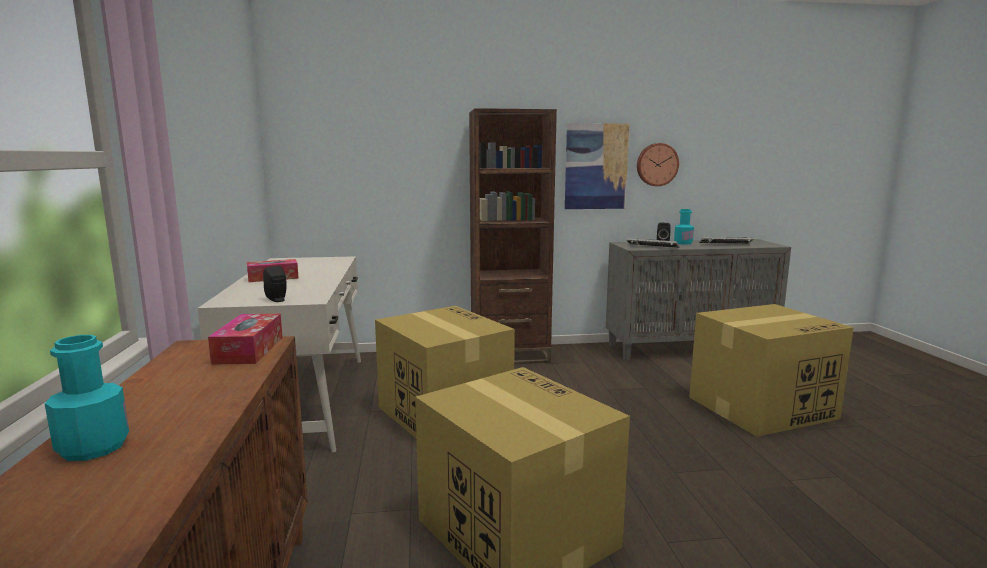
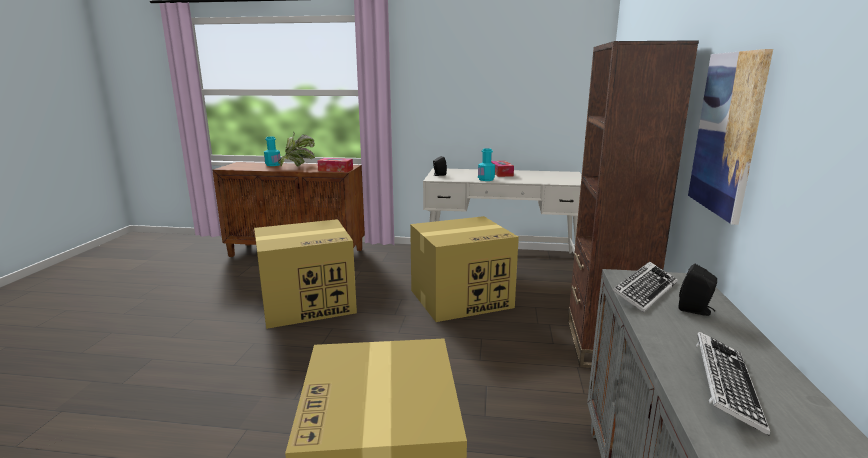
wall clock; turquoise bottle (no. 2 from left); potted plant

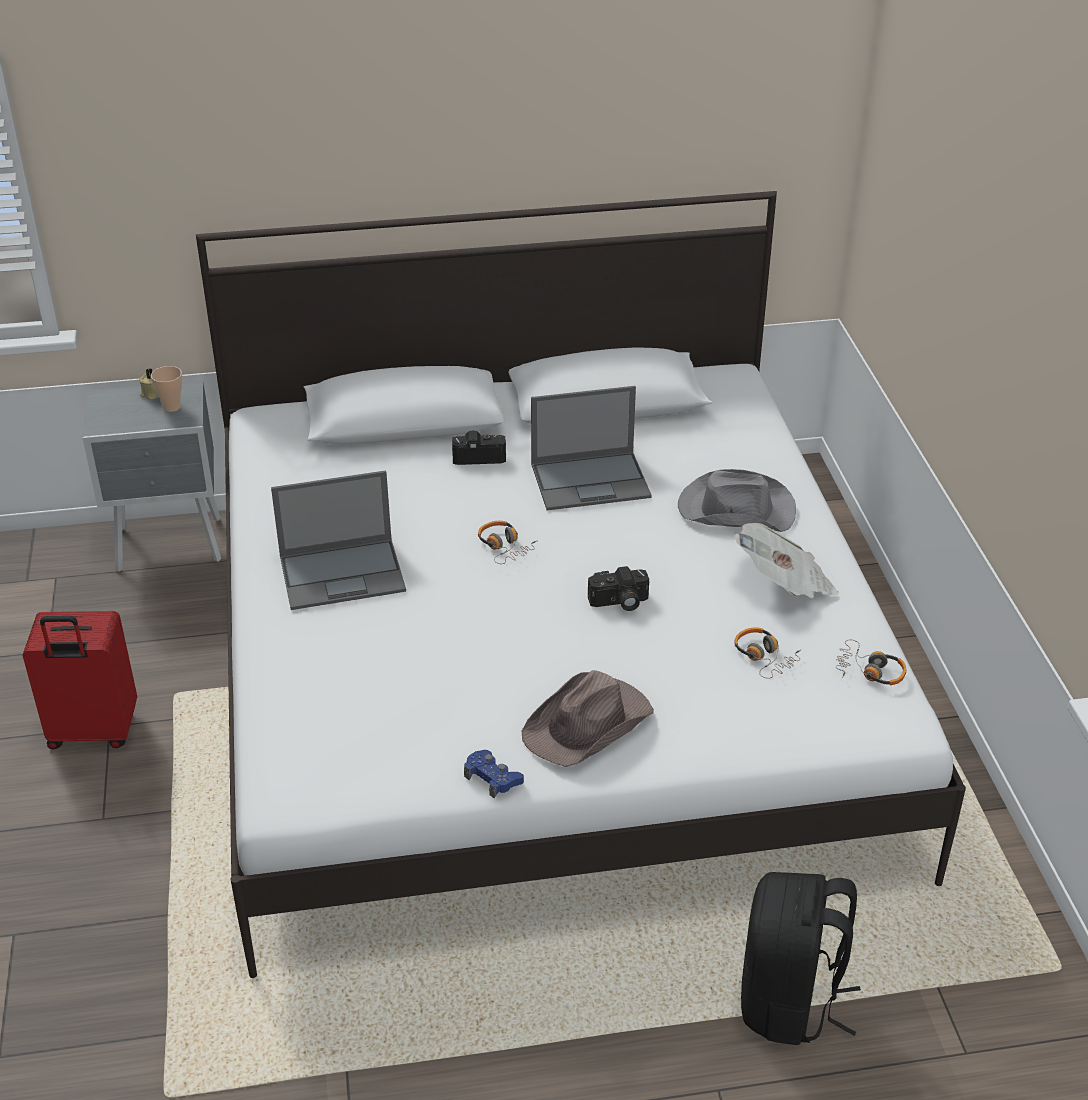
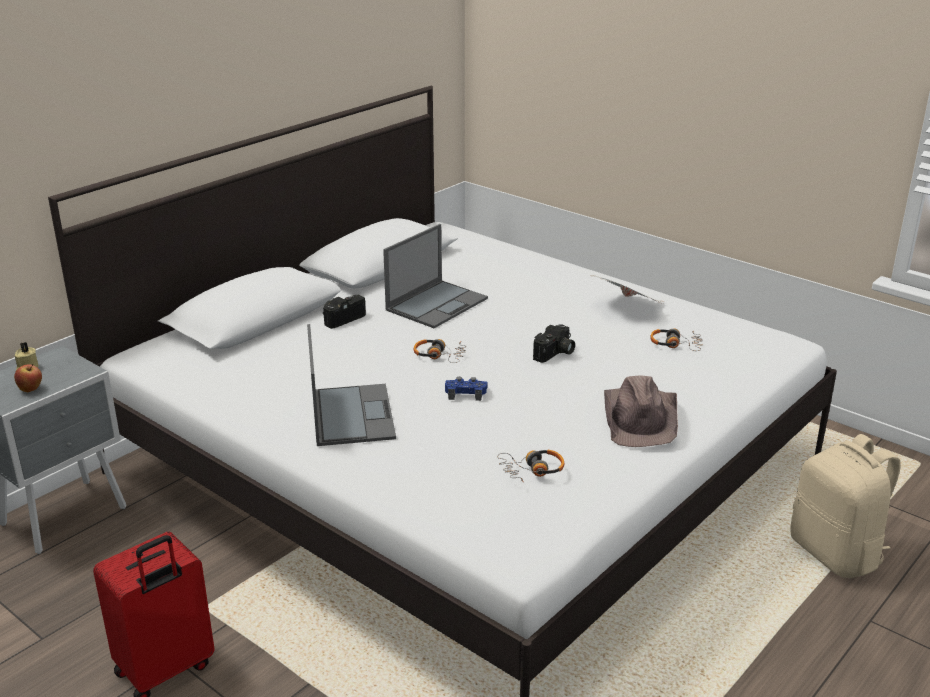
cup; laptop (no. 1 from left); blue game controller; grey hat; beige backpack; headphones (no. 2 from left); apple

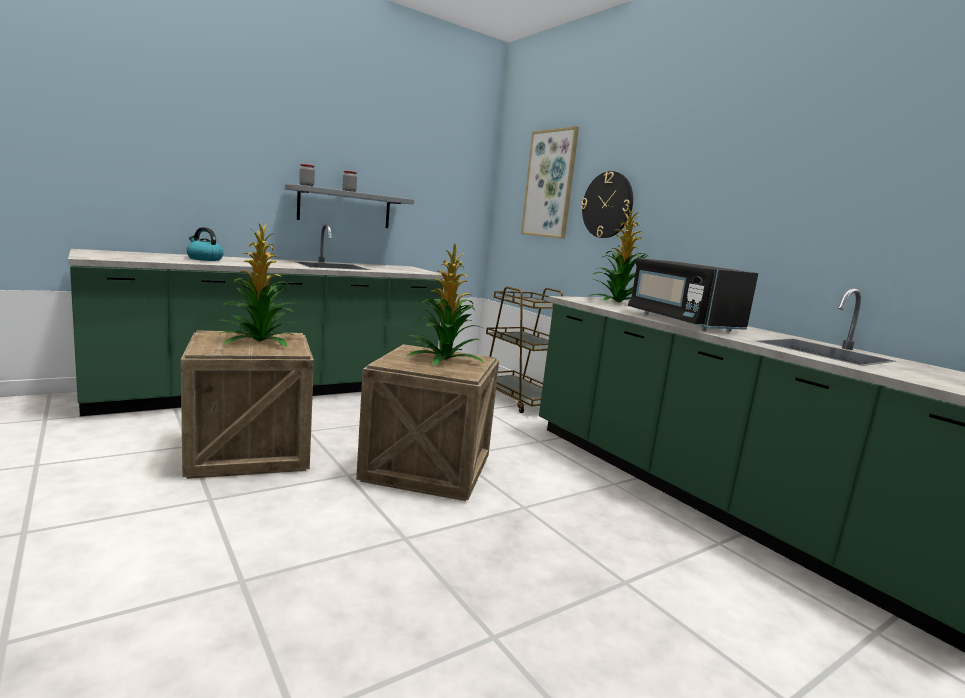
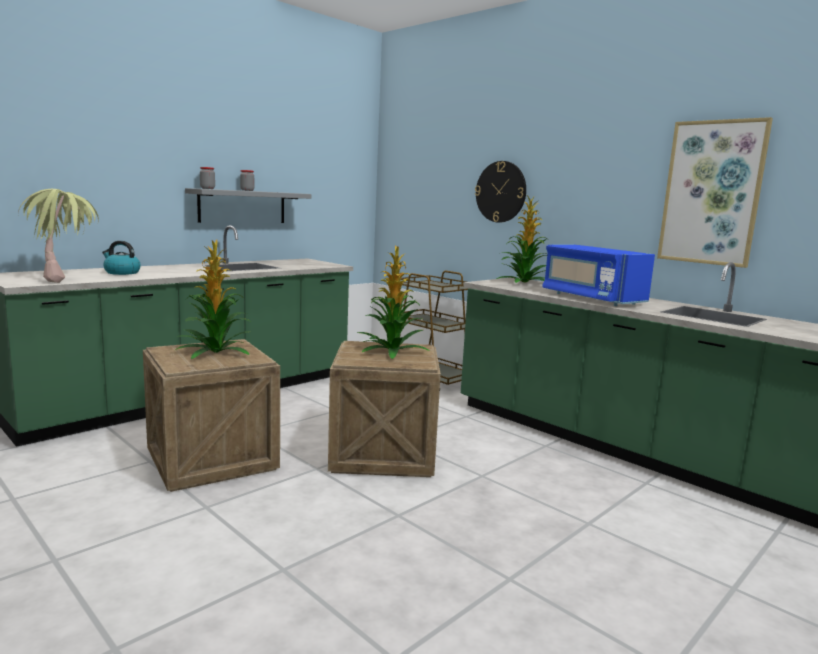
picture; blue microwave; potted plant (no. 1 from left)

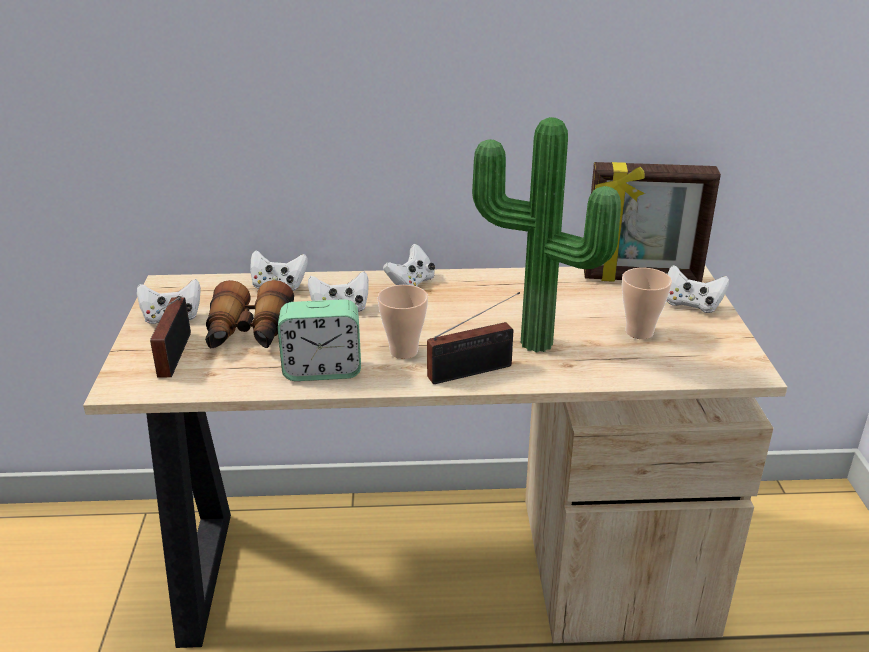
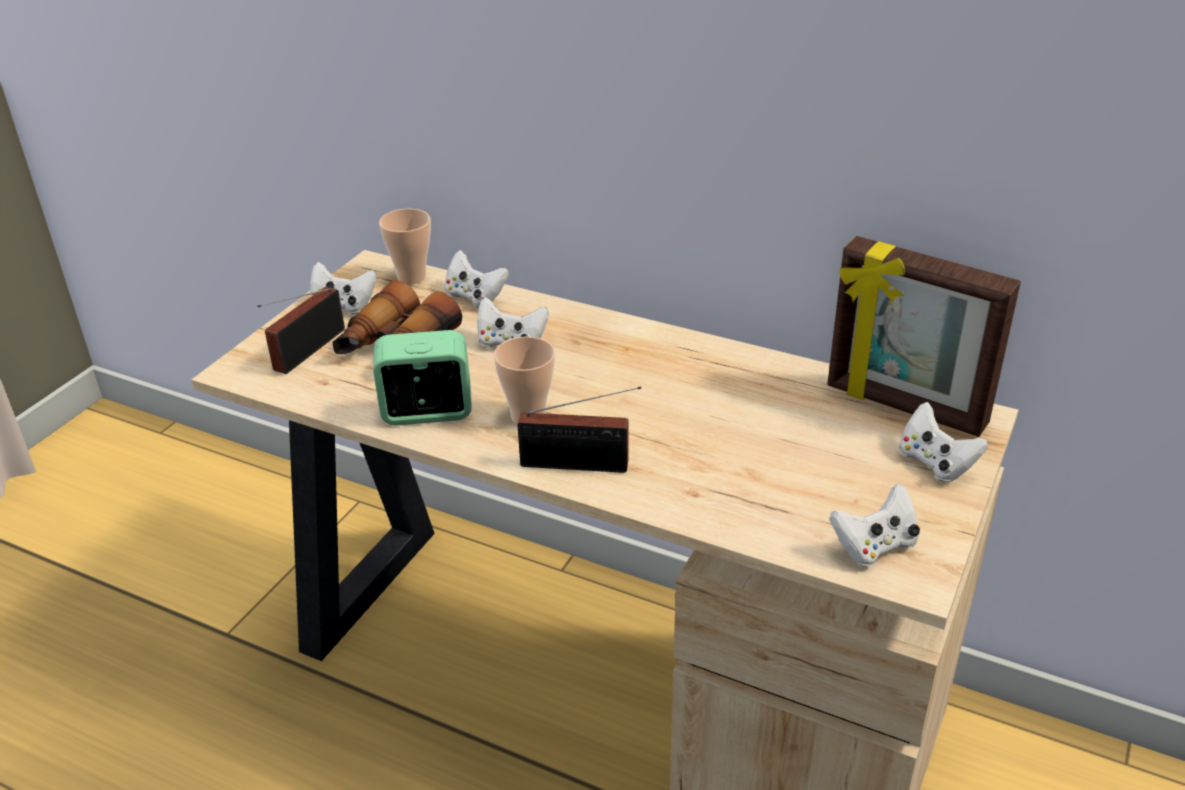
alarm clock; white game controller (no. 4 from left); potted plant; cup (no. 1 from left)

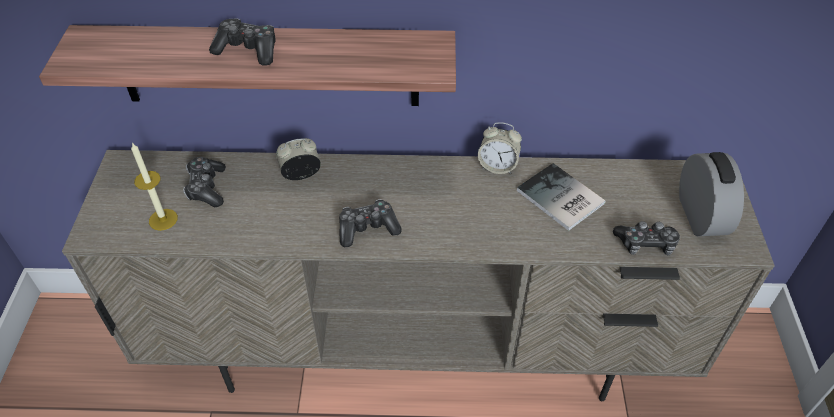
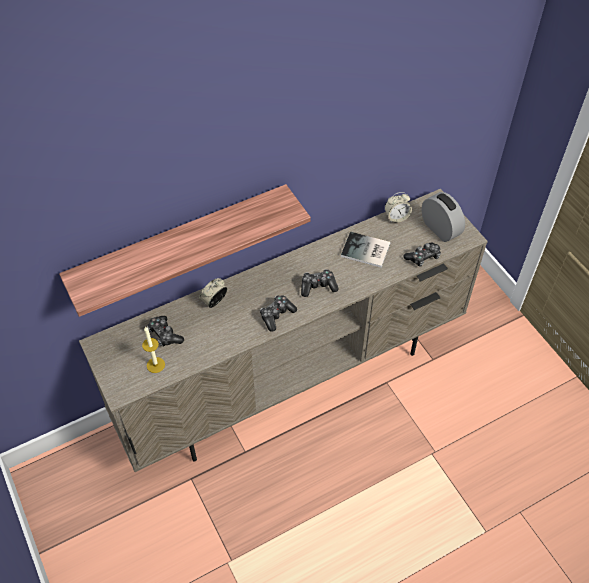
game controller (no. 3 from left); alarm clock (no. 2 from left)

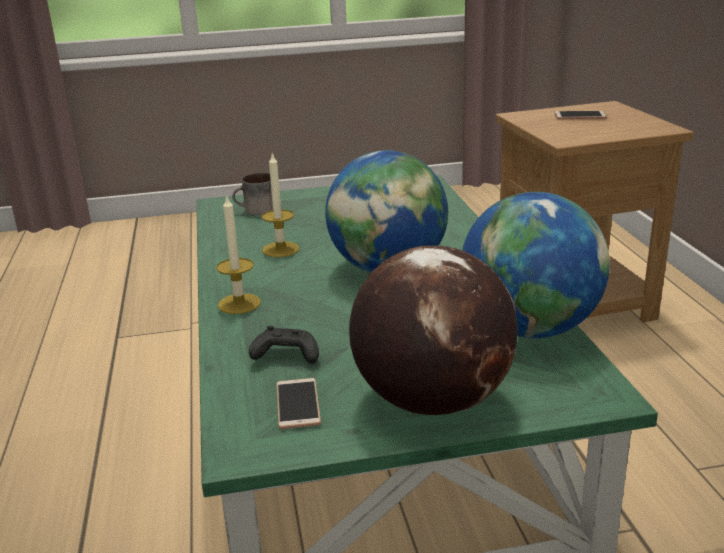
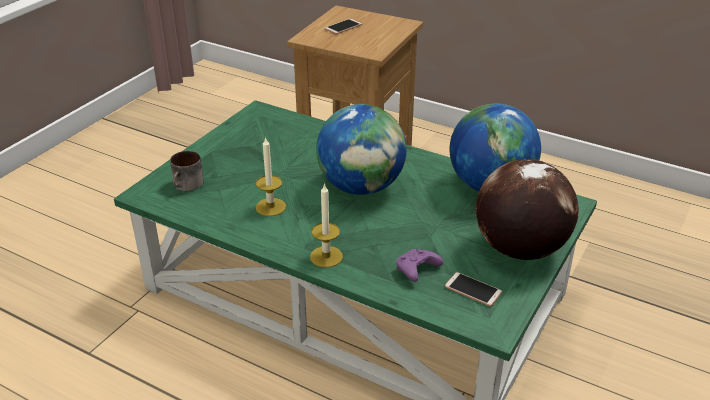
purple game controller

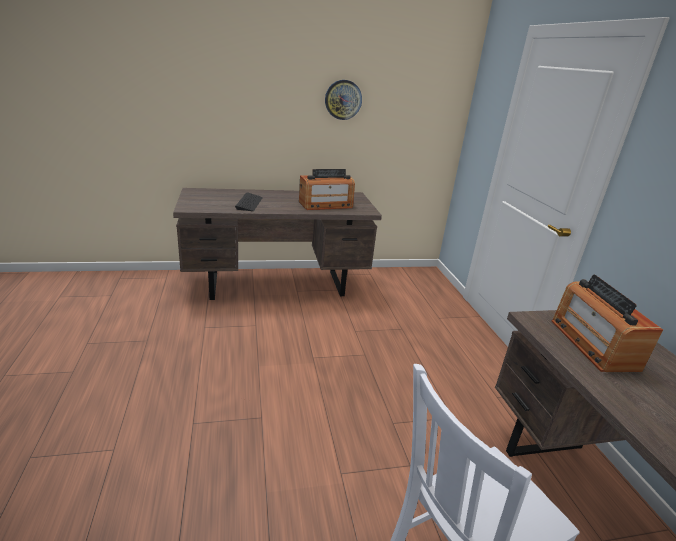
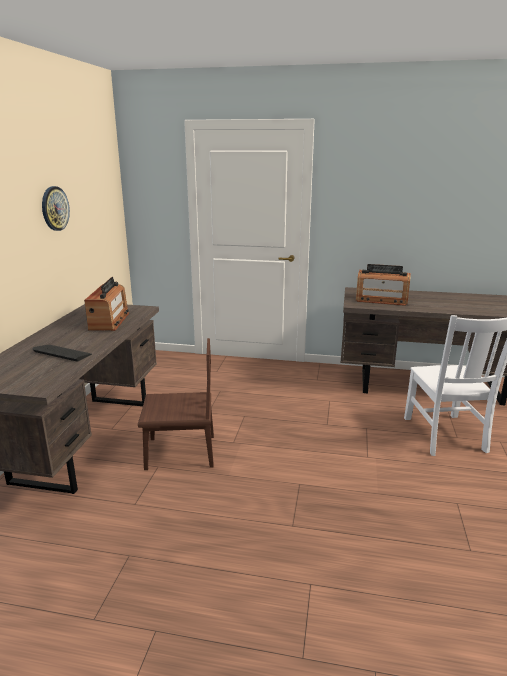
brown chair

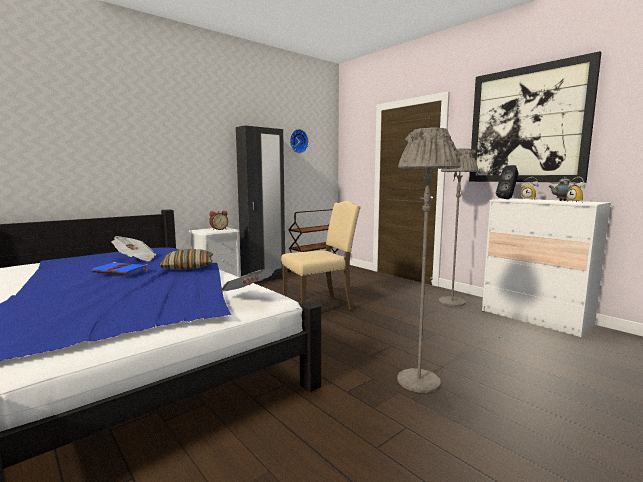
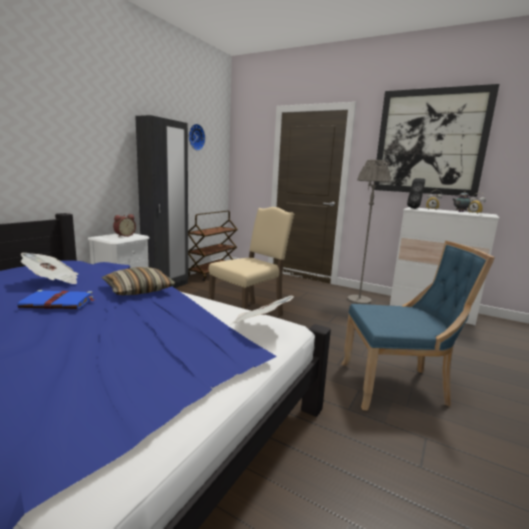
blue chair

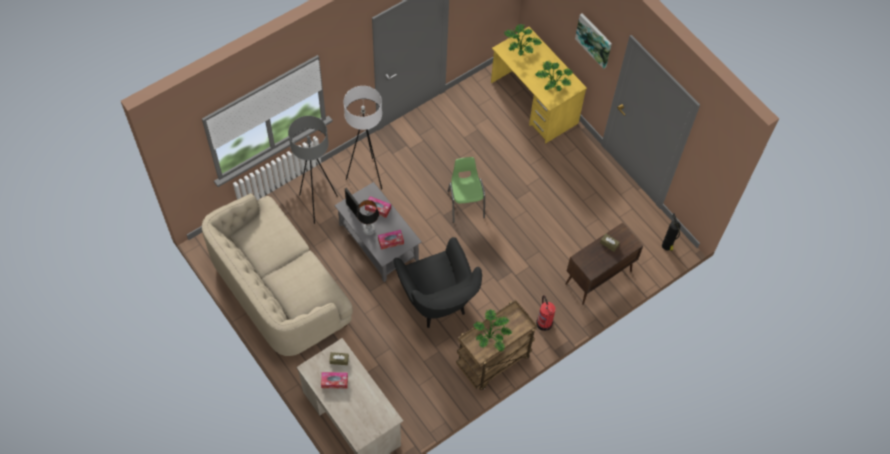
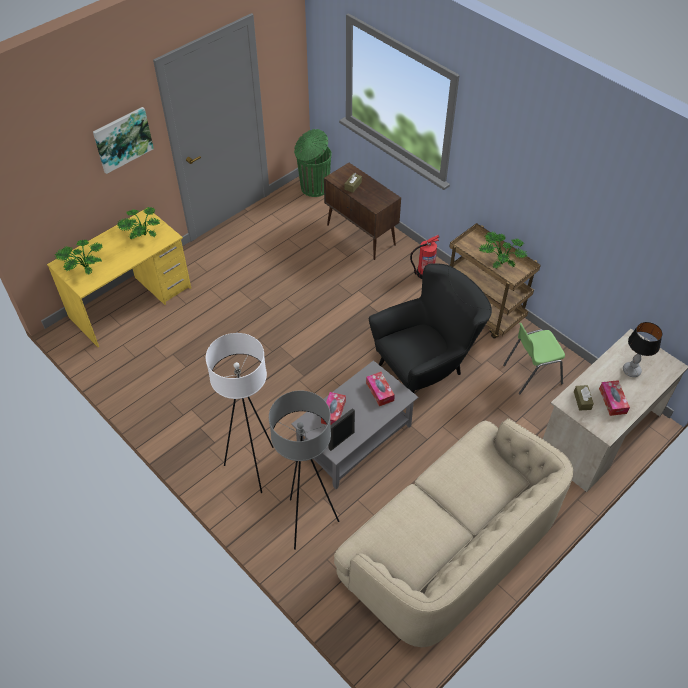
table lamp; green chair; green trash can

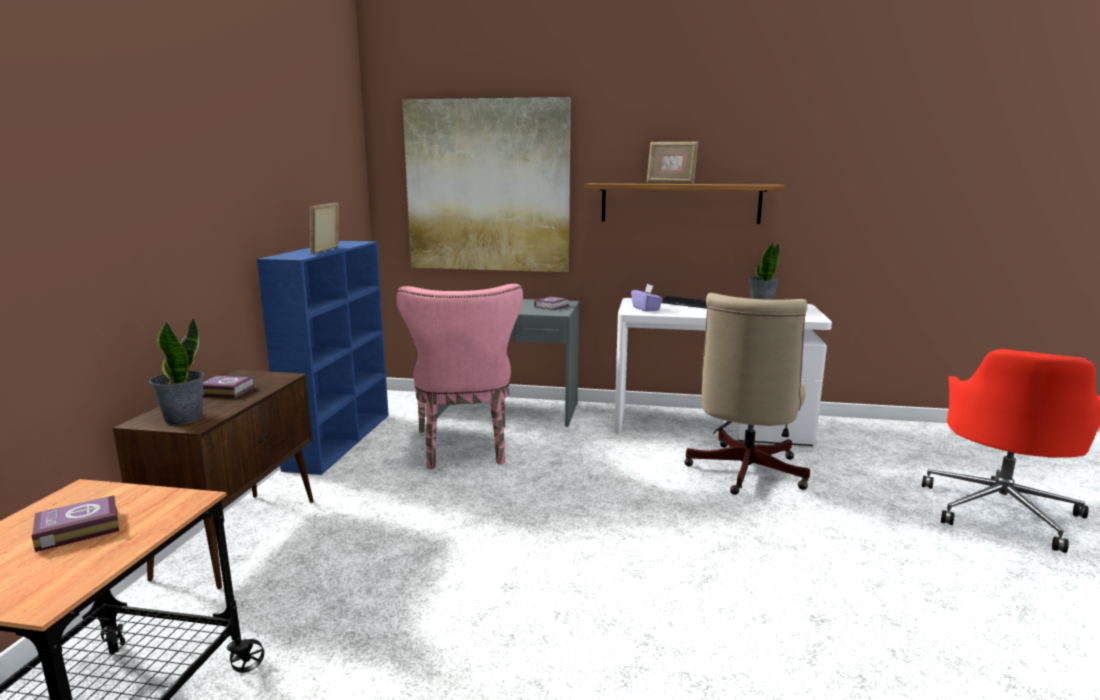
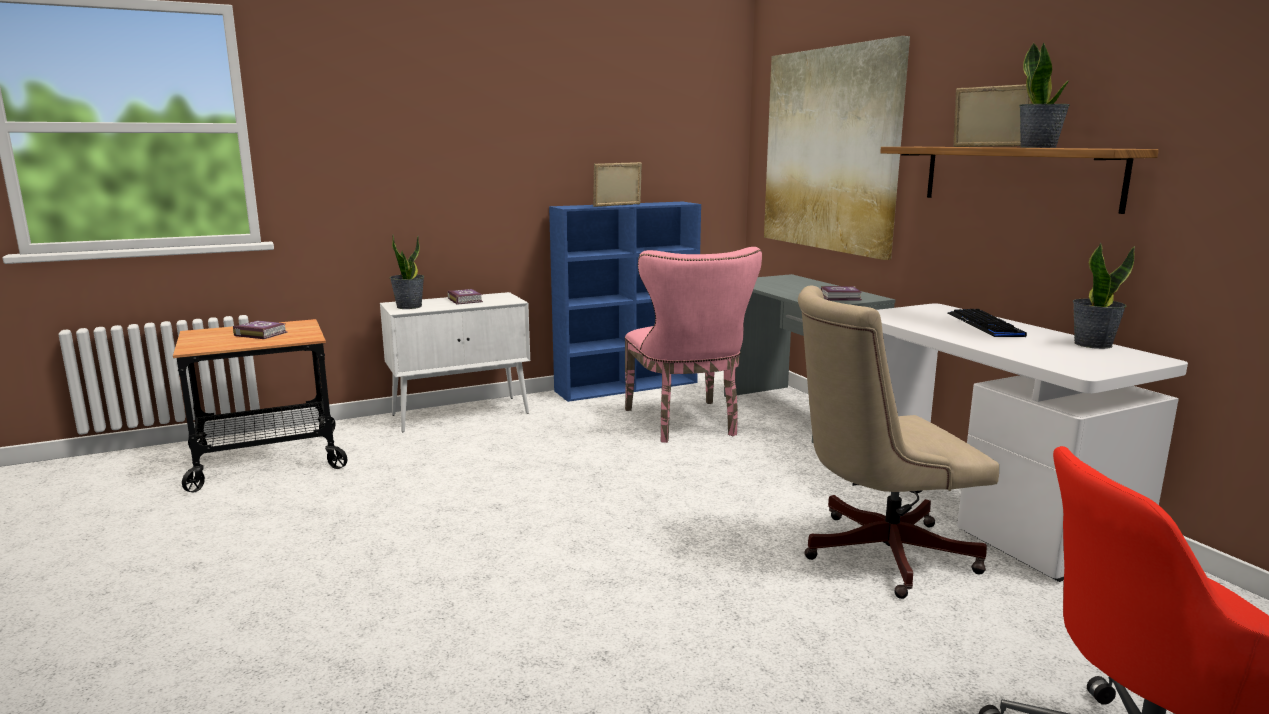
white cabinet; pink chair; purple tissue box; picture frame (no. 2 from left); potted plant (no. 2 from left)

